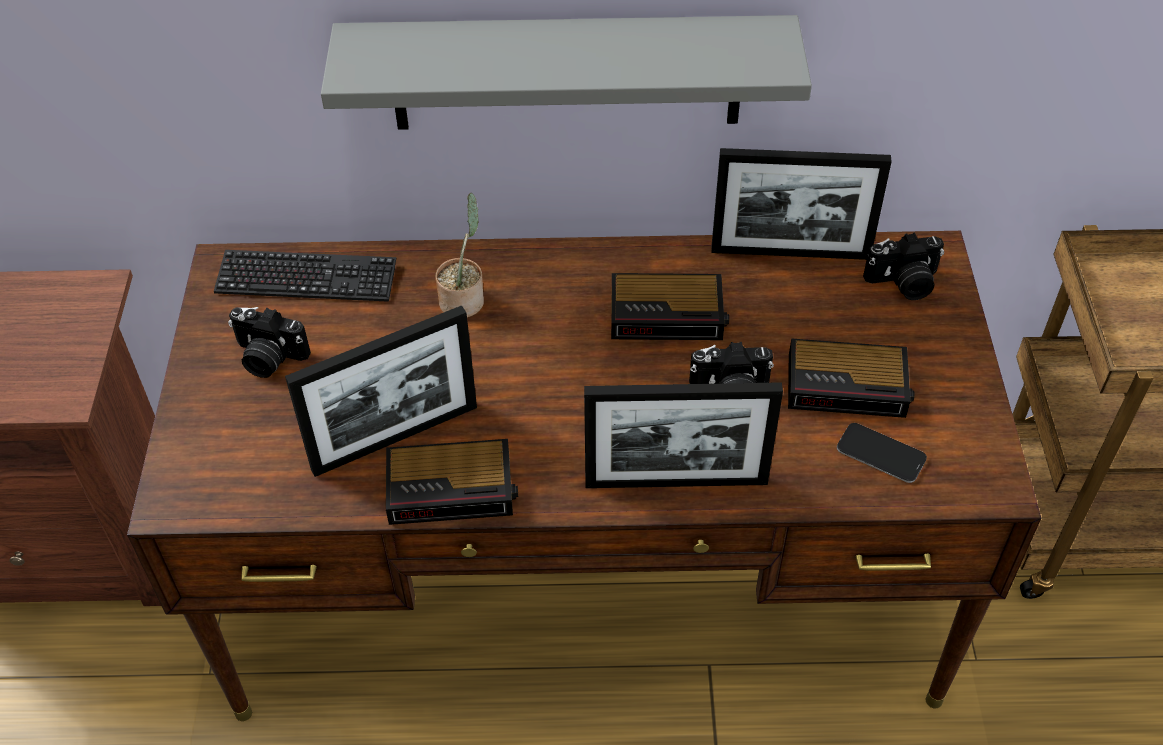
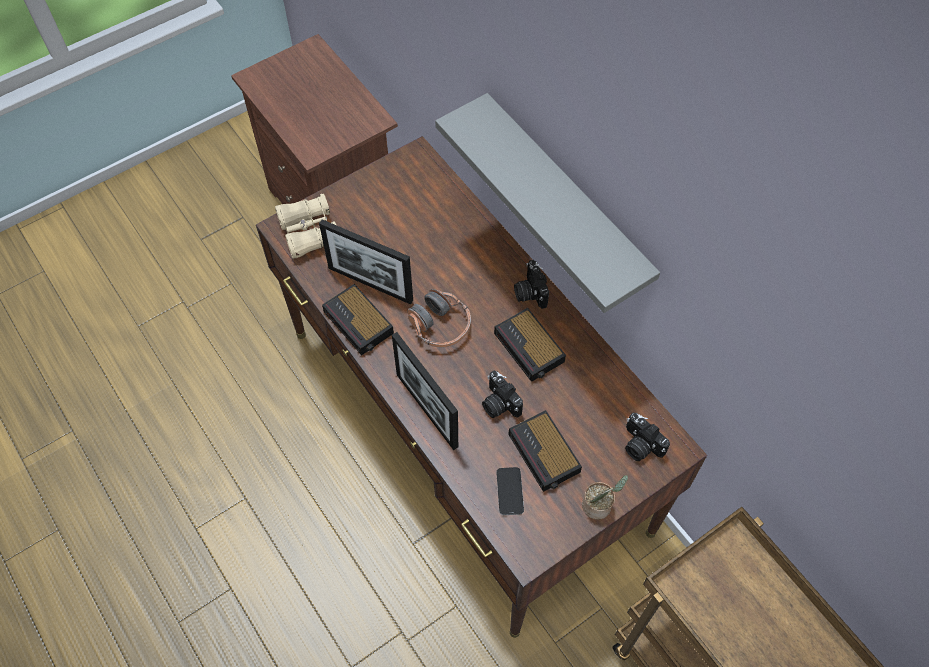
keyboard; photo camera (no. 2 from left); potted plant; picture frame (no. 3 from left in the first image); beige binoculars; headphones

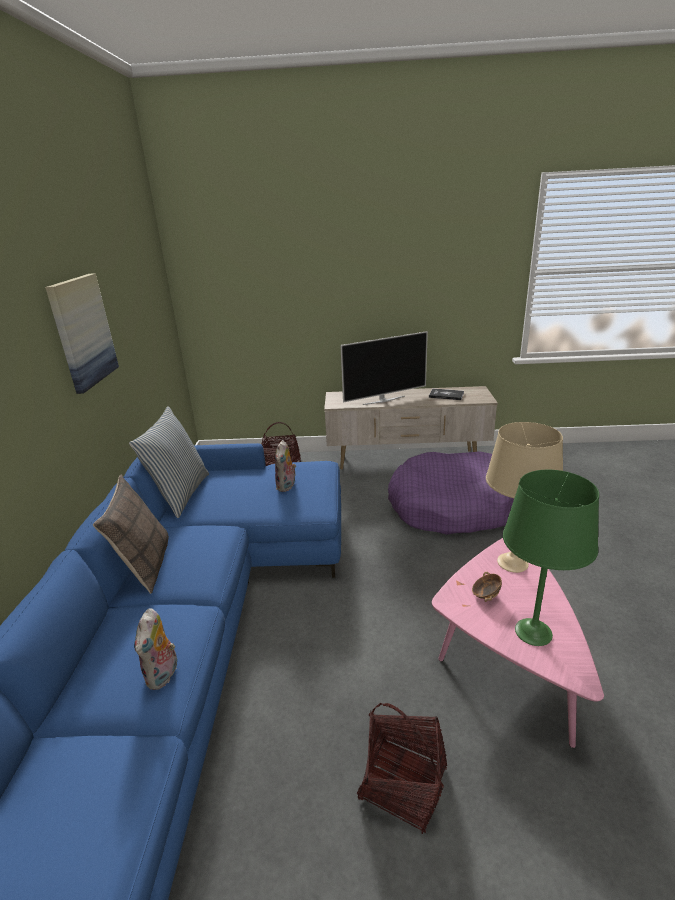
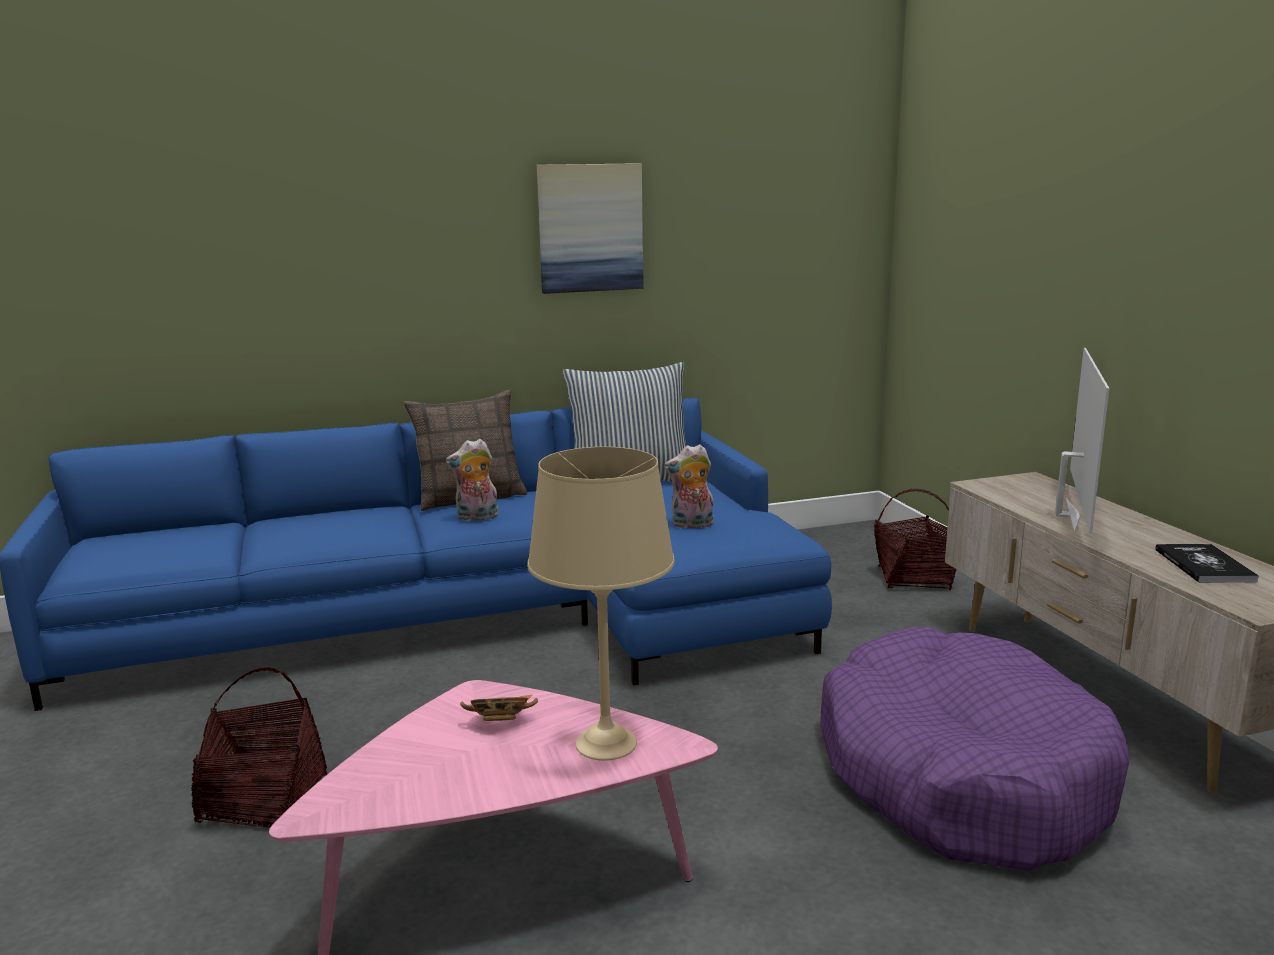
plush toy (no. 1 from left); television; green table lamp

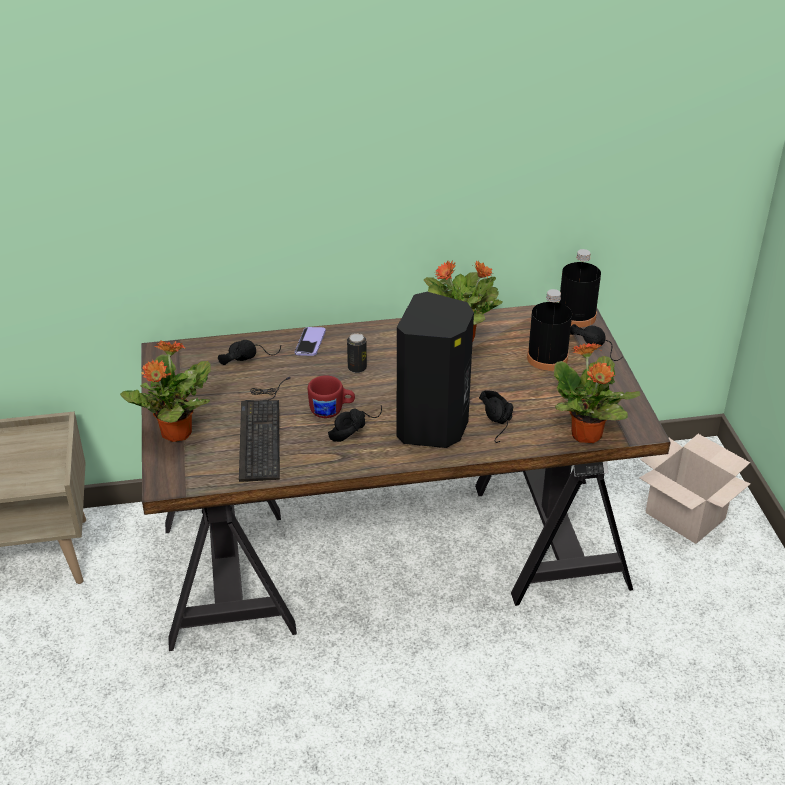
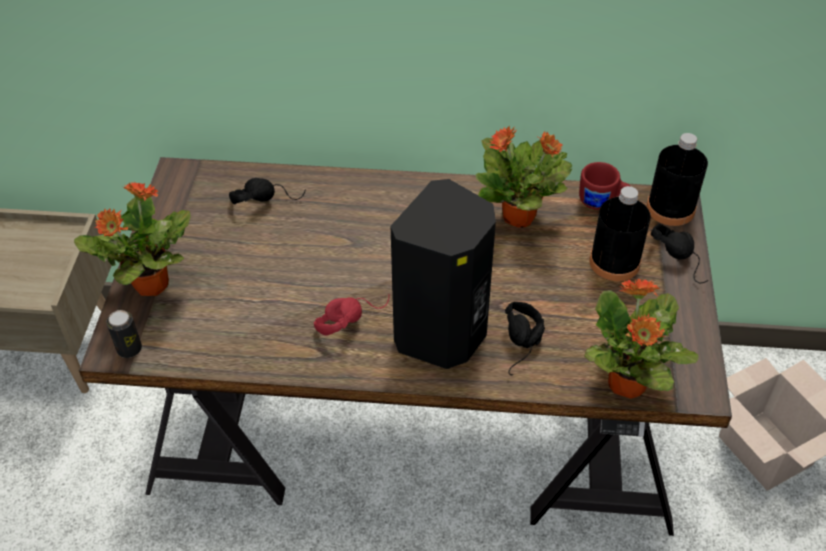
keyboard; phone; red mug; red headphones; can

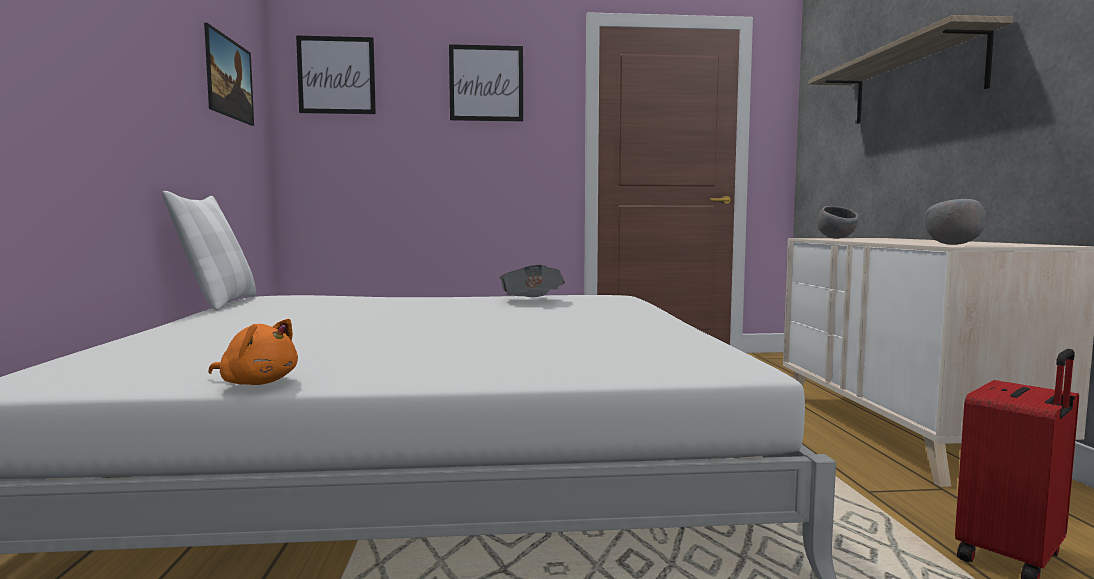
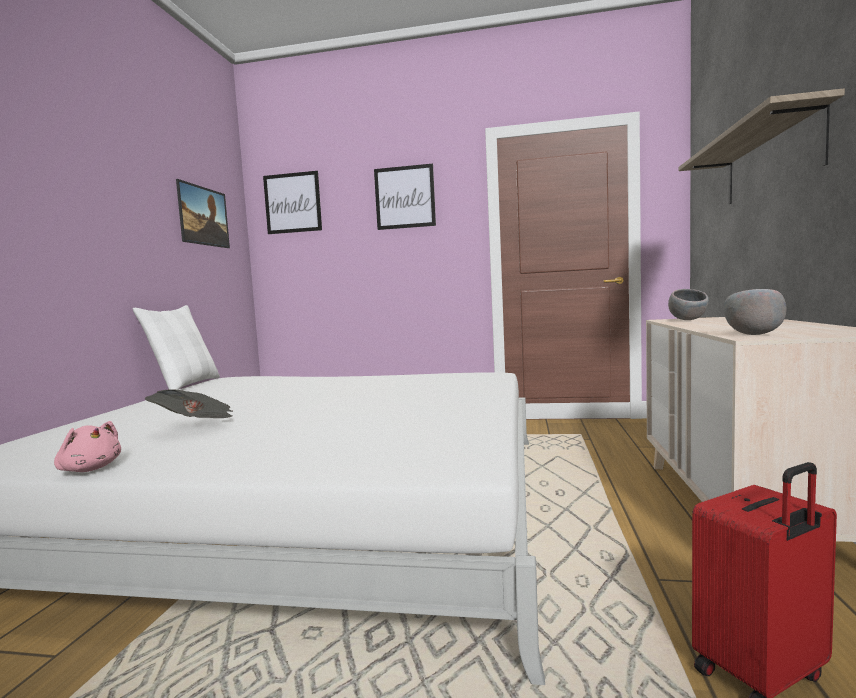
pink plush toy; newspaper

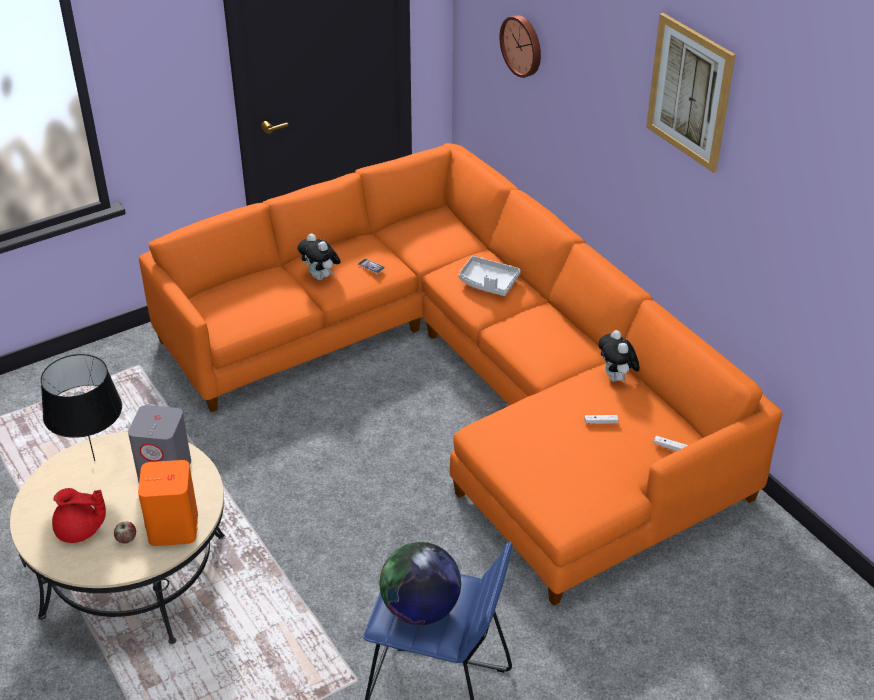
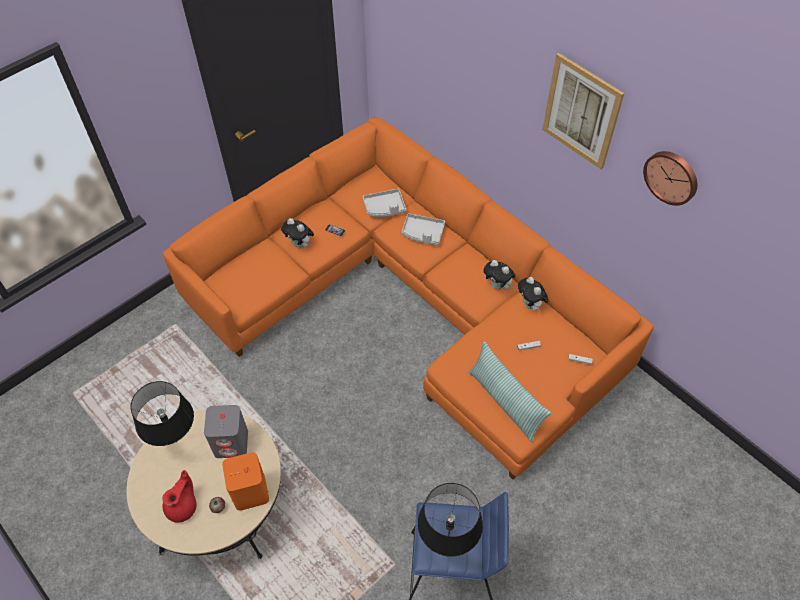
red teapot; black table lamp (no. 2 from left); wall clock; grey tray (no. 1 from left); pillow; plush toy (no. 2 from left)

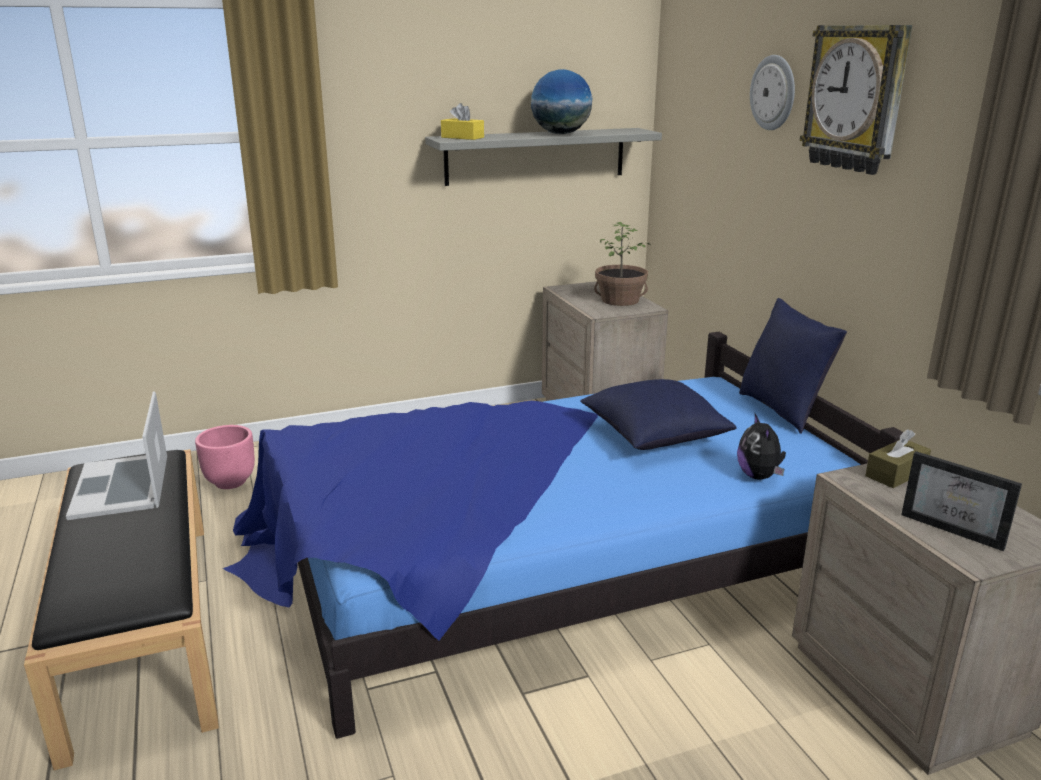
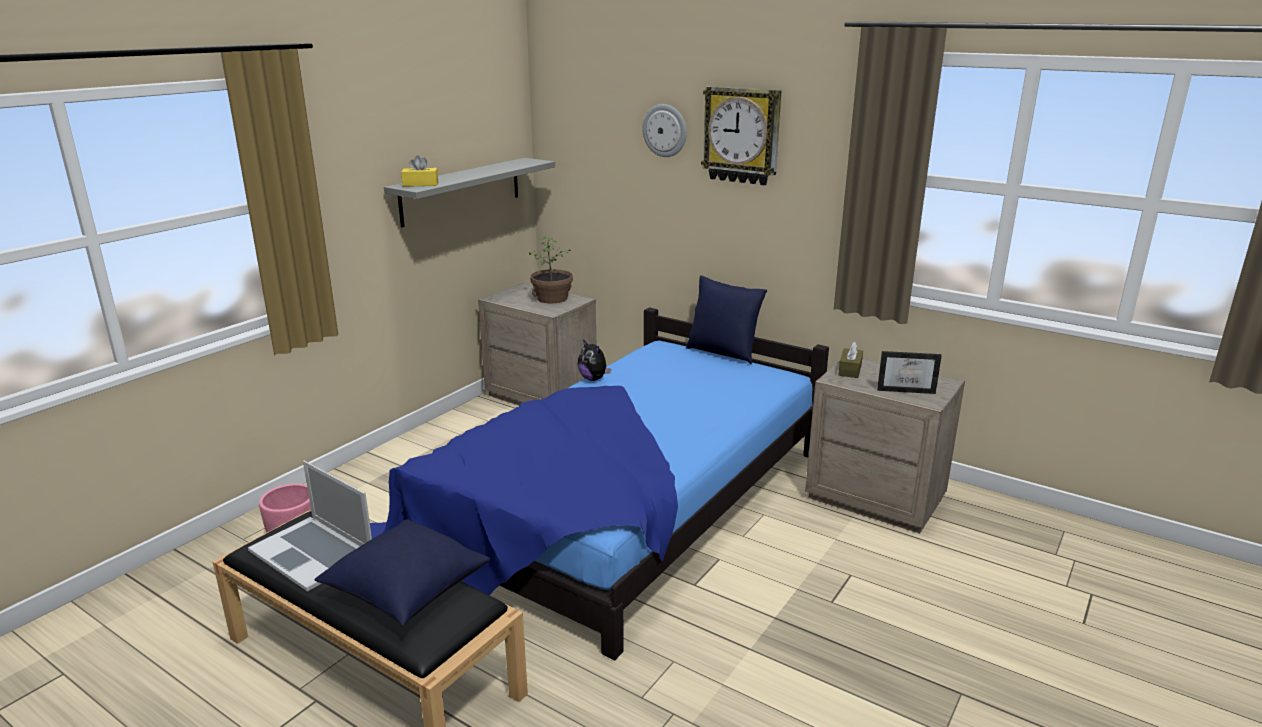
globe; blue pillow (no. 1 from left); plush toy

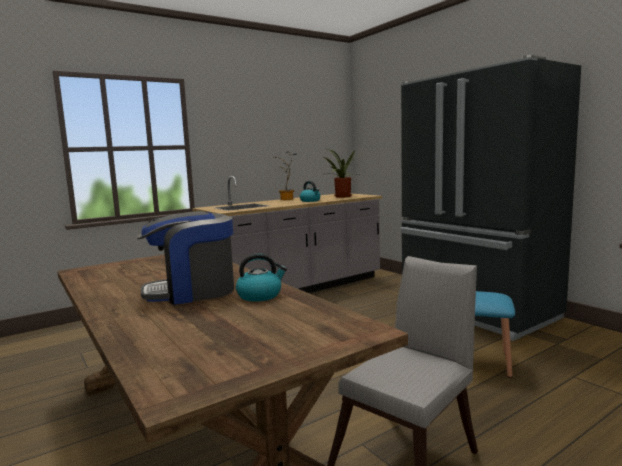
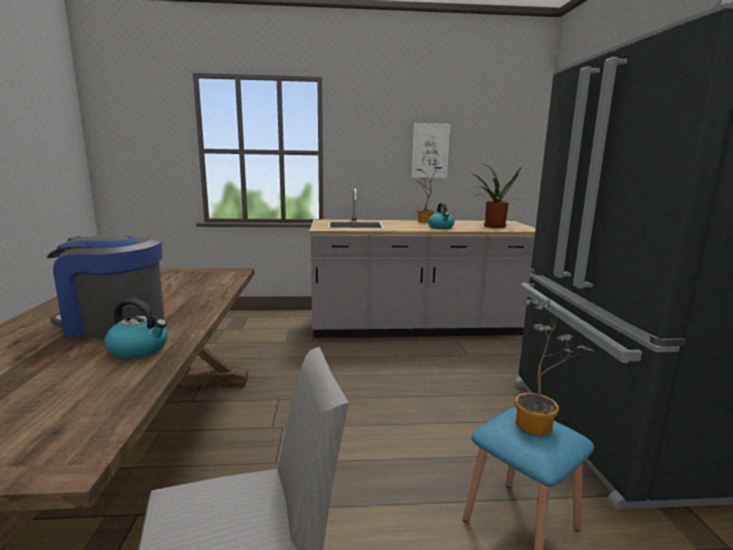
picture; potted plant (no. 3 from left)

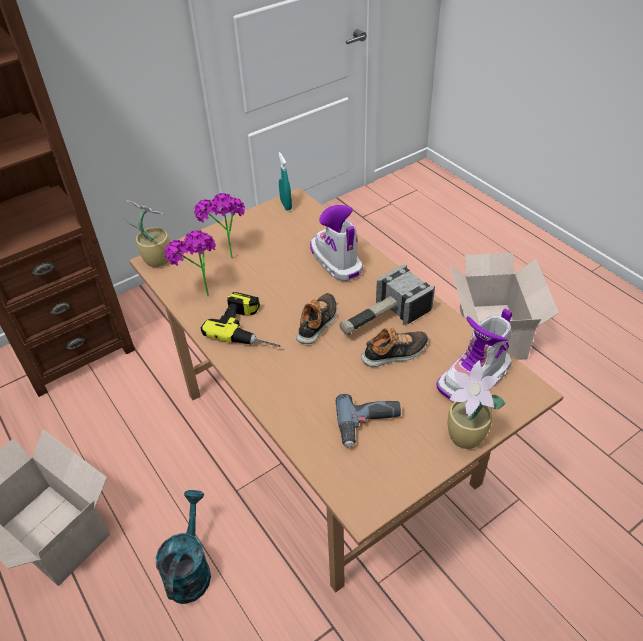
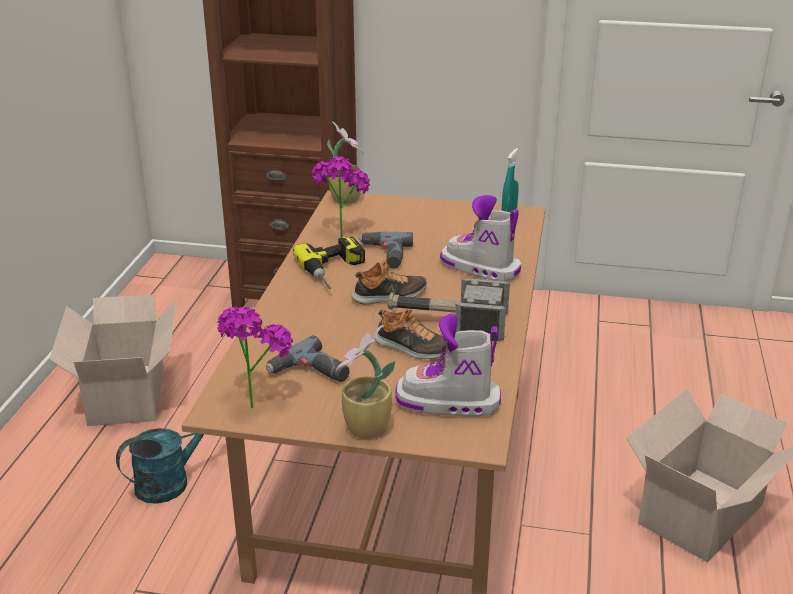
potted plant (no. 1 from left); boot (no. 2 from left); power drill (no. 3 from left)

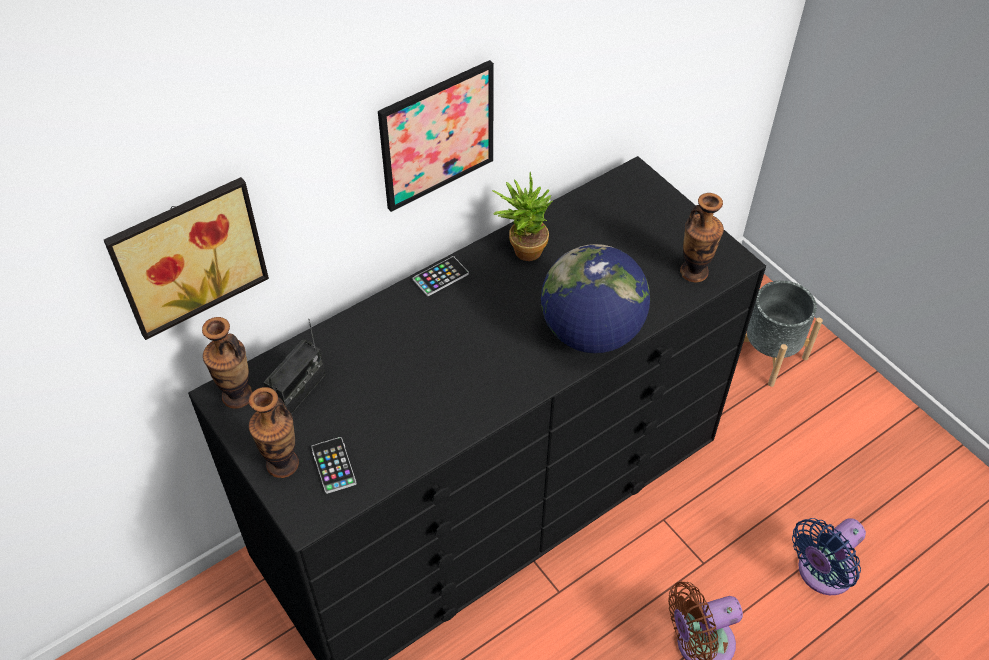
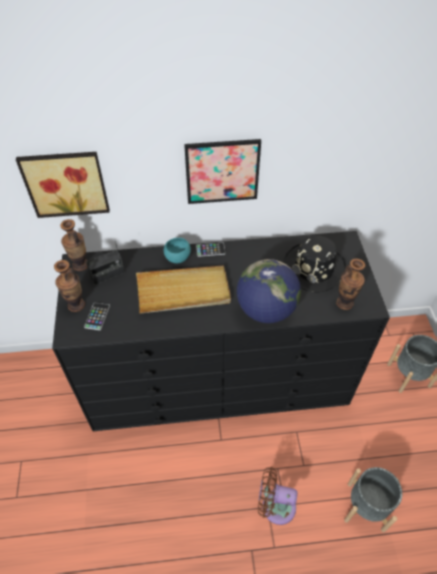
potted plant; grey planter (no. 1 from left); beige tray; turquoise bowl; black hat

